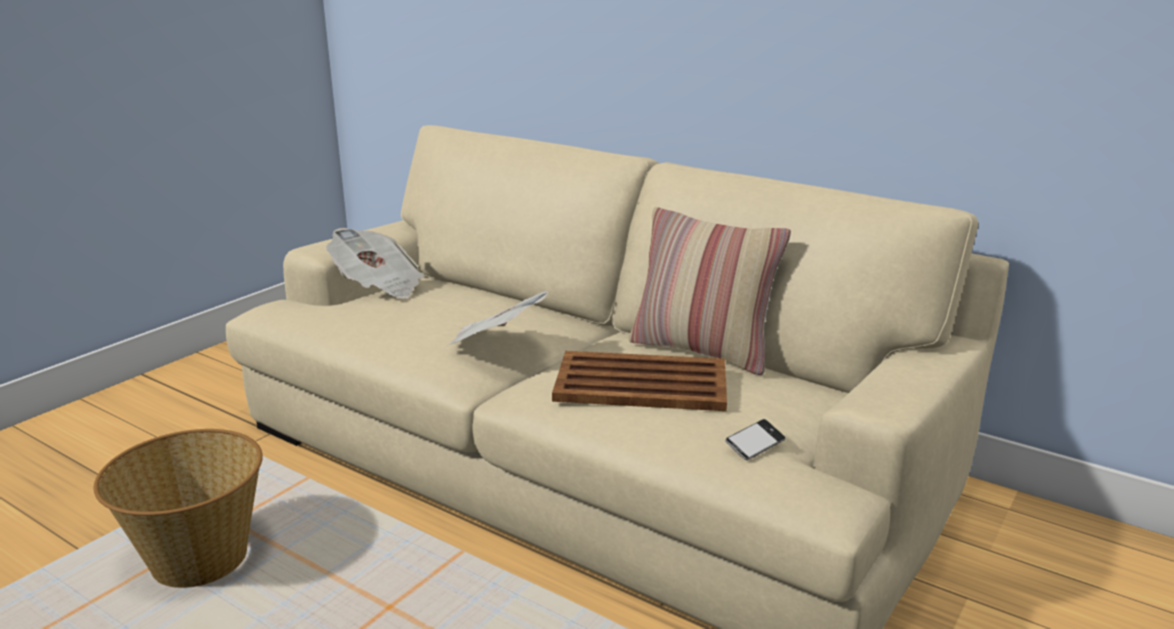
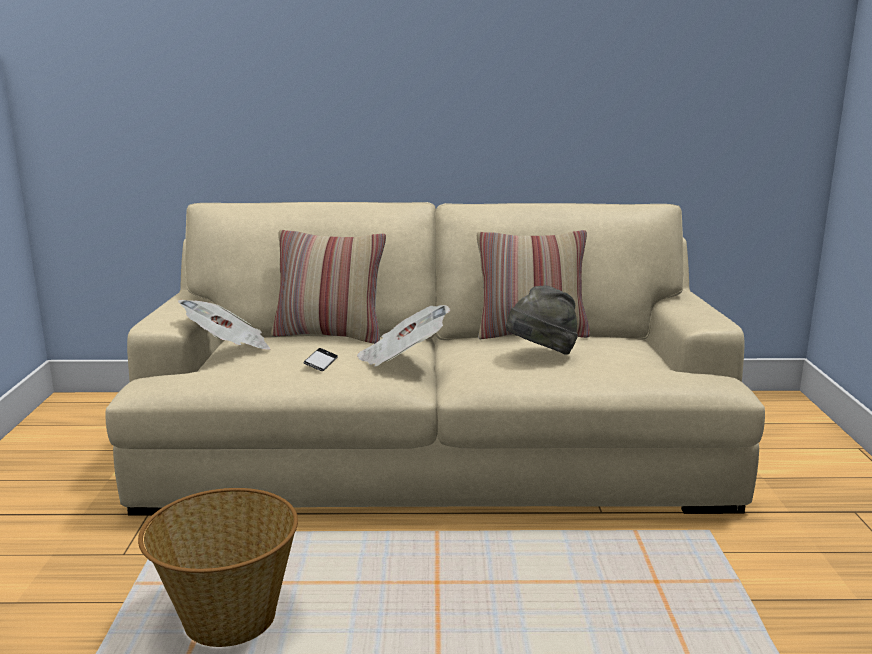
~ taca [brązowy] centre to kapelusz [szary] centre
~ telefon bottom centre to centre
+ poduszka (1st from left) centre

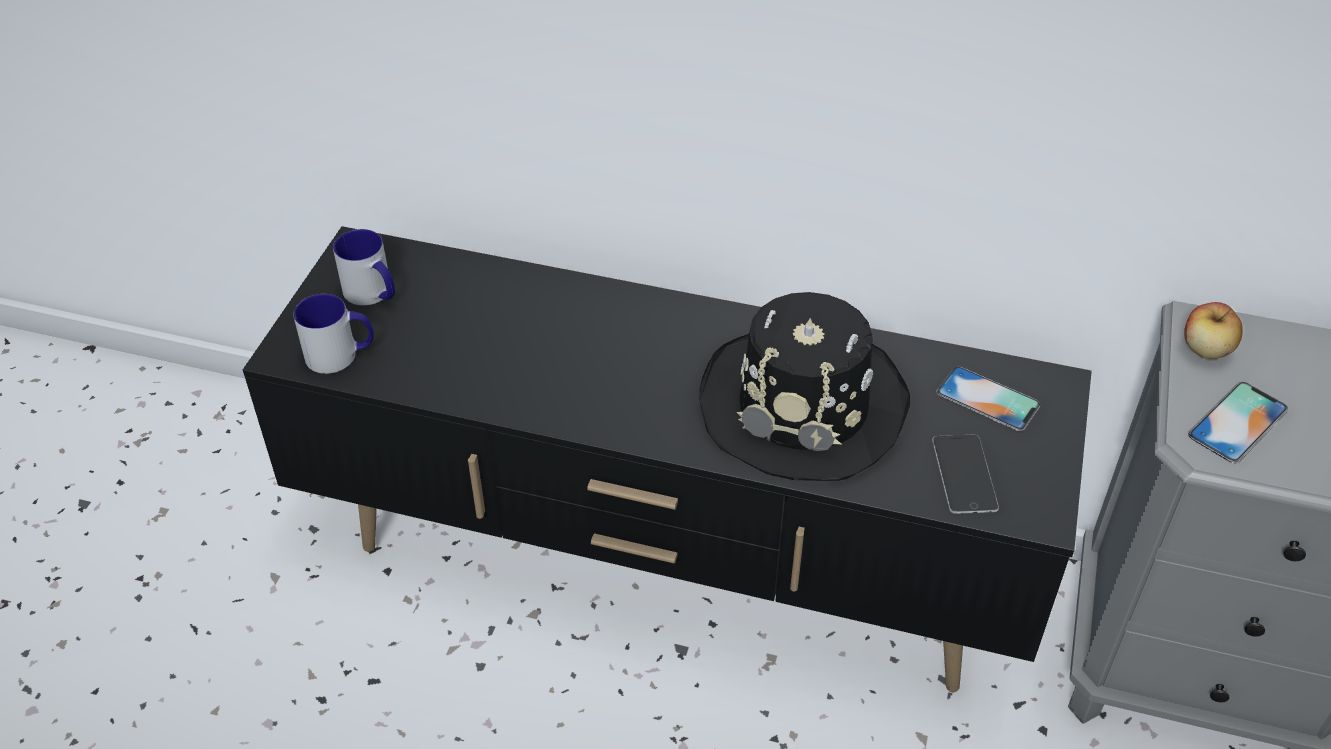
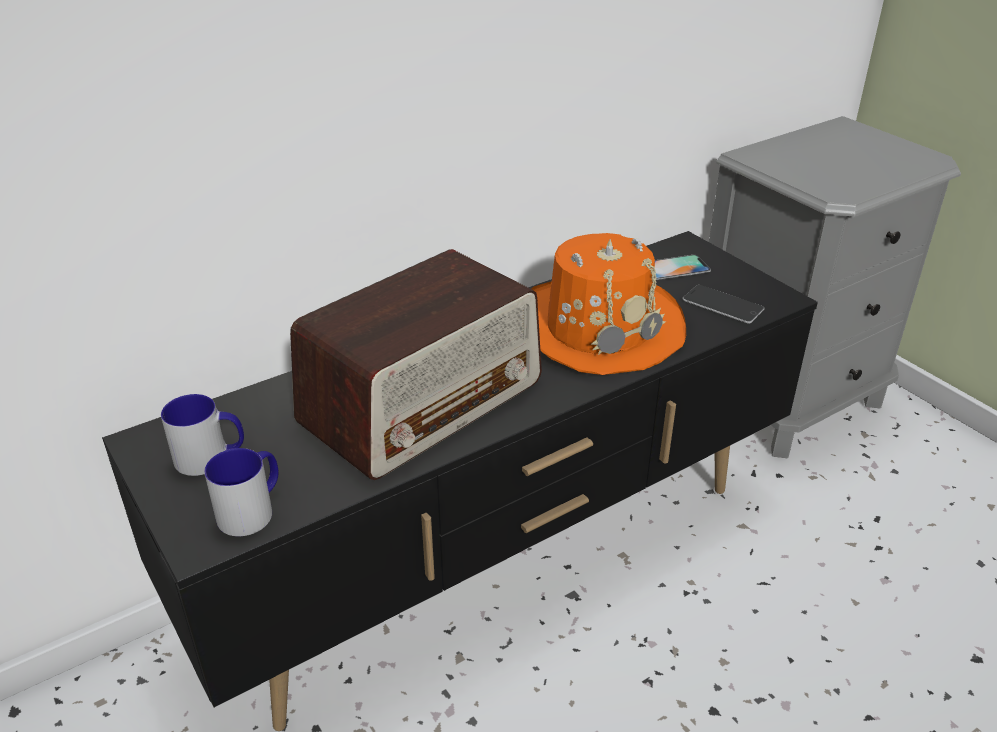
~ kapelusz [czarny] centre to kapelusz [pomarańczowy] centre
- jabłko middle right
- telefon (3rd from left) middle right
+ radio centre

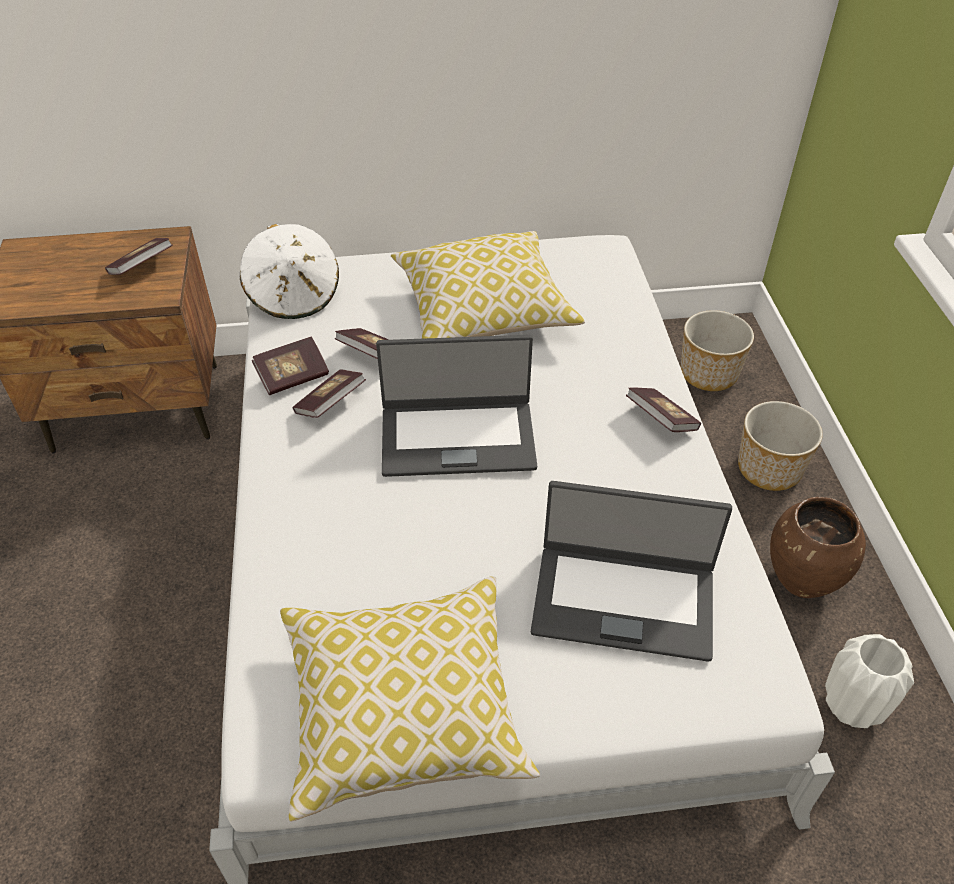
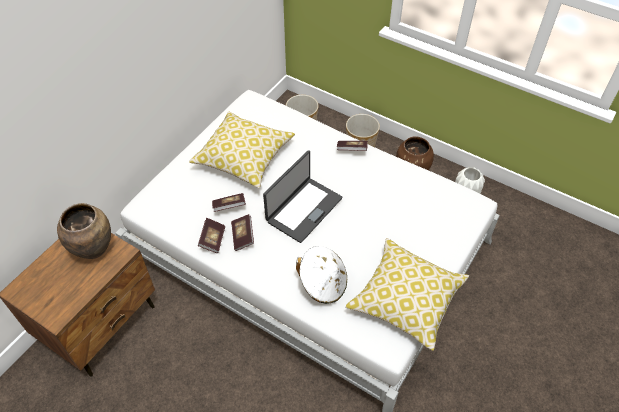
~ książka (1st from left) top left to wazon [brązowy] (1st from left) middle left
~ kapelusz [biały] top left to bottom centre
- laptop (2nd from left) centre

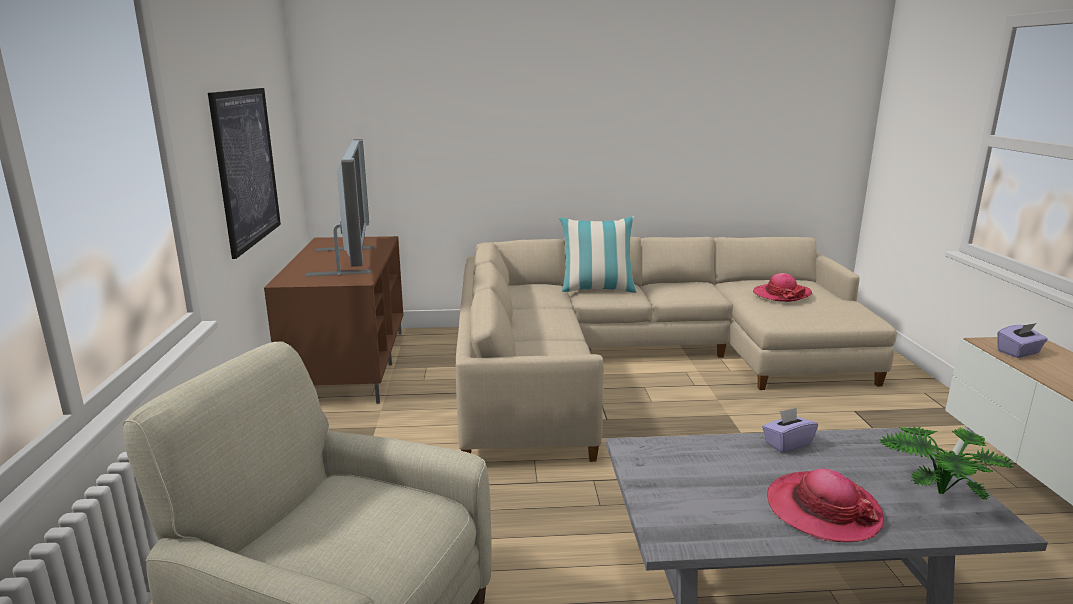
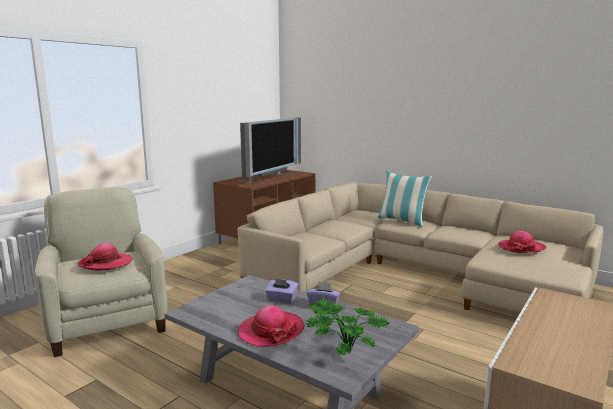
- obraz top left
~ pudełko chusteczek [fioletowy] (2nd from left in the first image) middle right to pudełko chusteczek [fioletowy] (1st from left) bottom centre
+ kapelusz (1st from left) middle left

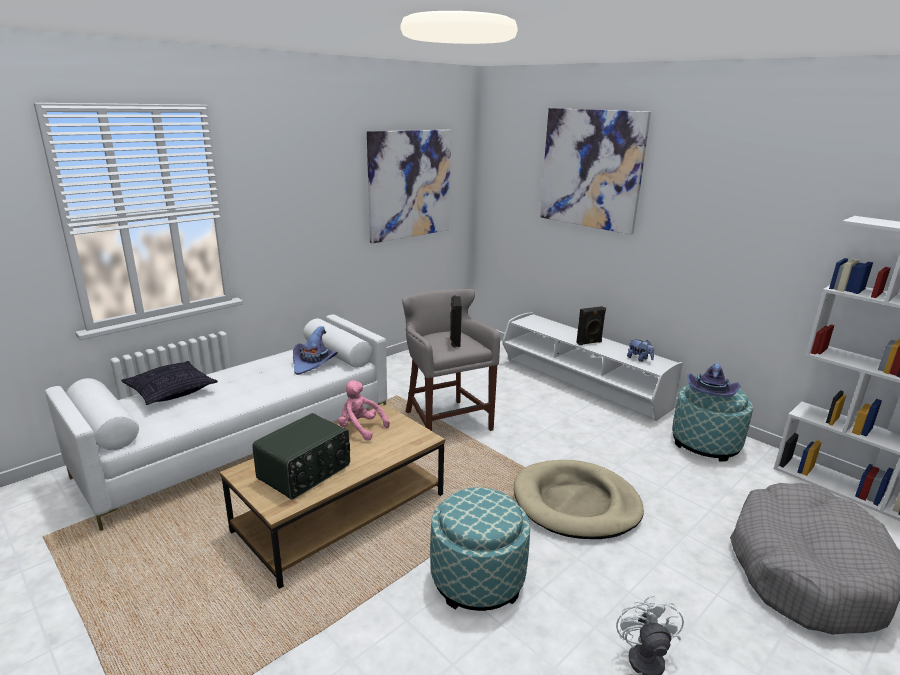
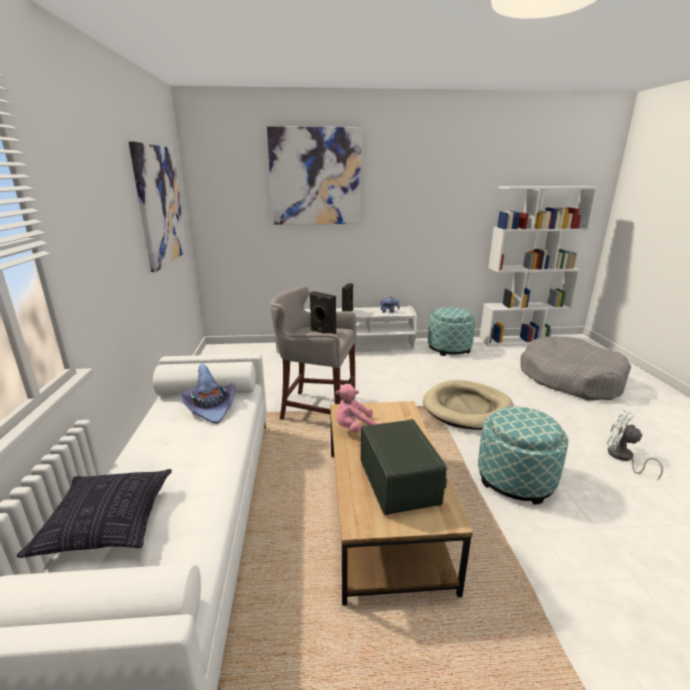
- kapelusz [fioletowy] (2nd from left) middle right

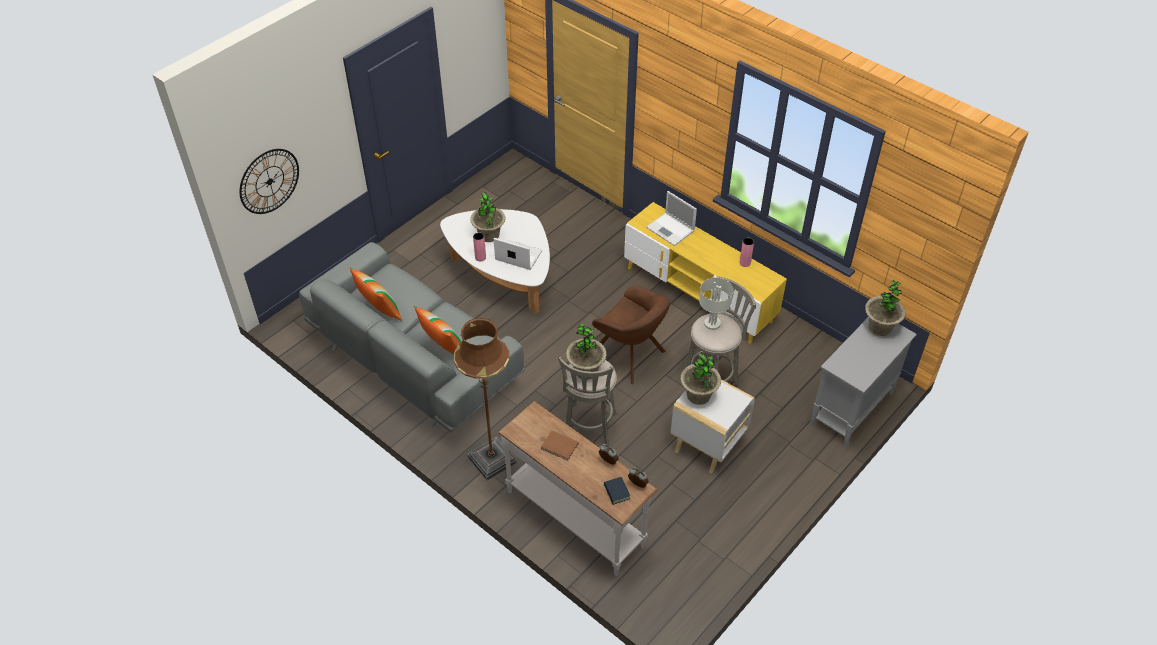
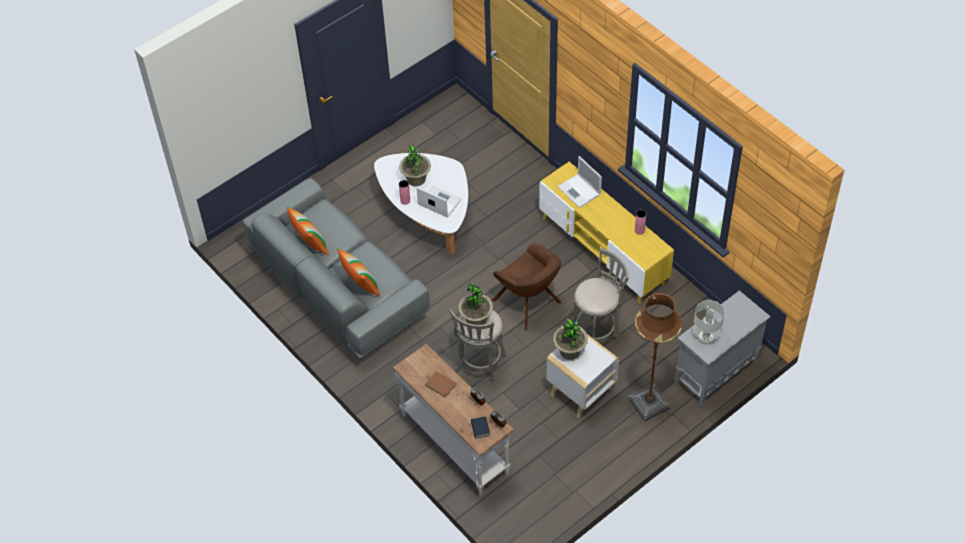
- zegar ścienny top left
~ lampa stojąca [brązowy] centre to middle right
~ lampa stołowa [szary] centre to middle right
- roślina doniczkowa (4th from left) middle right

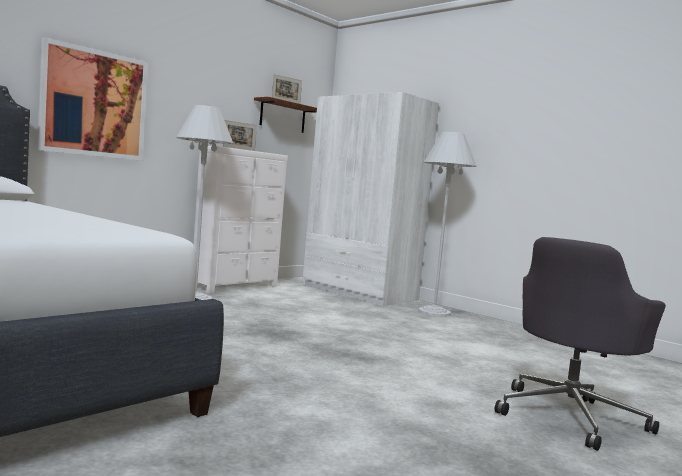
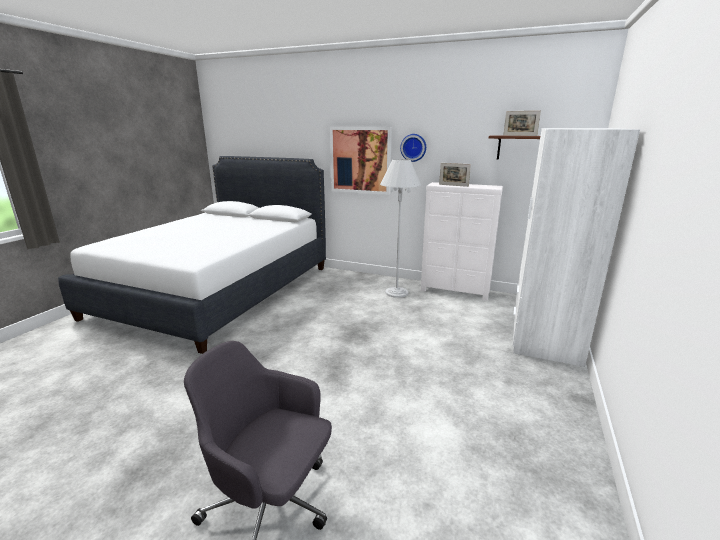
- lampa stojąca [biały] (2nd from left) centre
+ zegar ścienny top centre

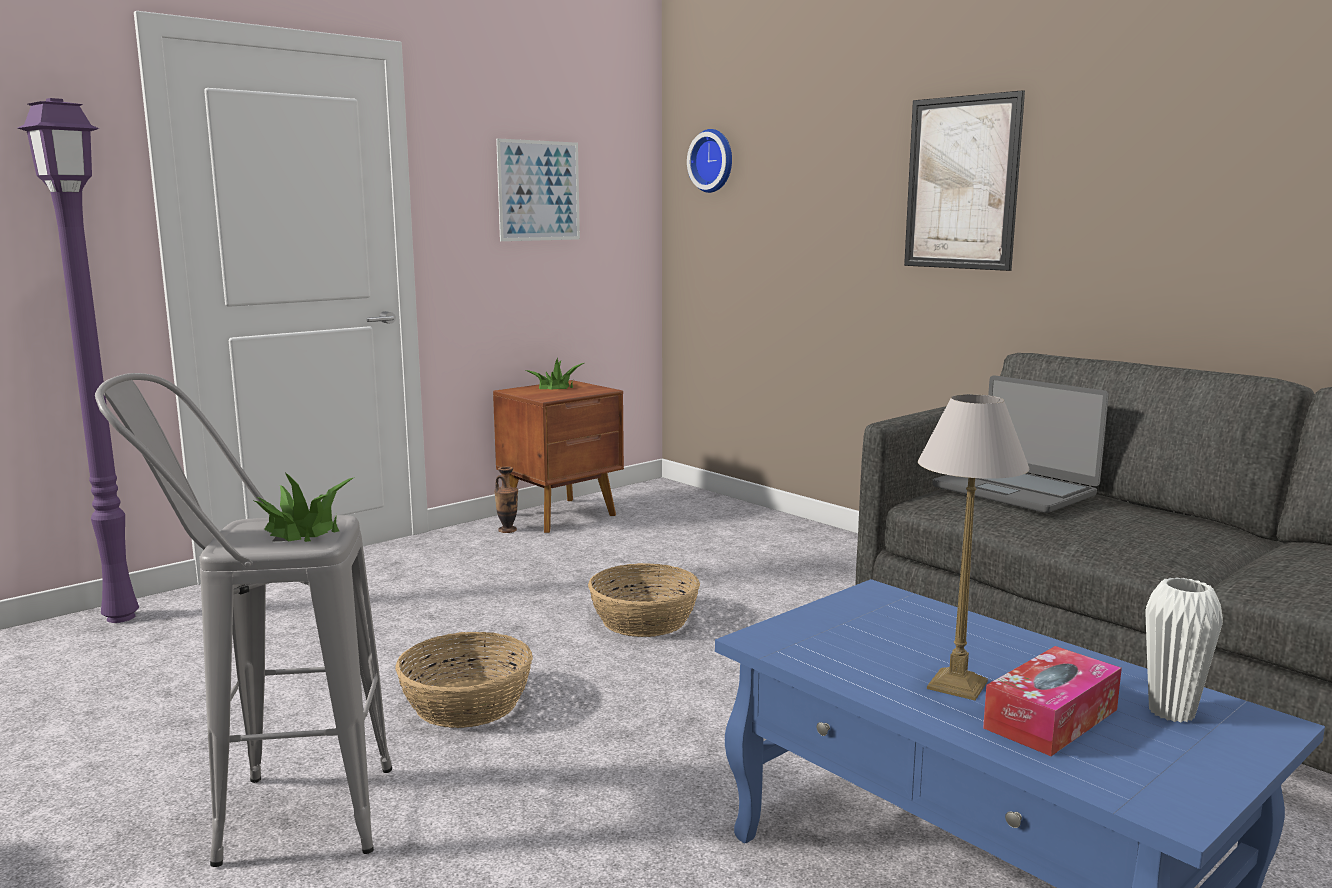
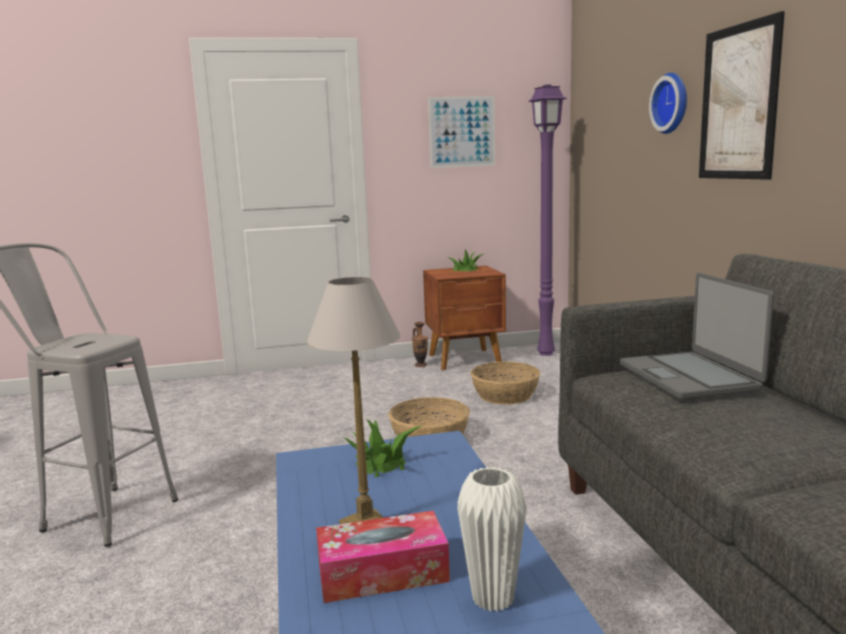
~ lampa stojąca [fioletowy] middle left to centre
~ roślina doniczkowa (1st from left) middle left to bottom centre
~ koszyk (1st from left in the first image) bottom centre to koszyk (2nd from left) centre
~ zegar ścienny top centre to top right

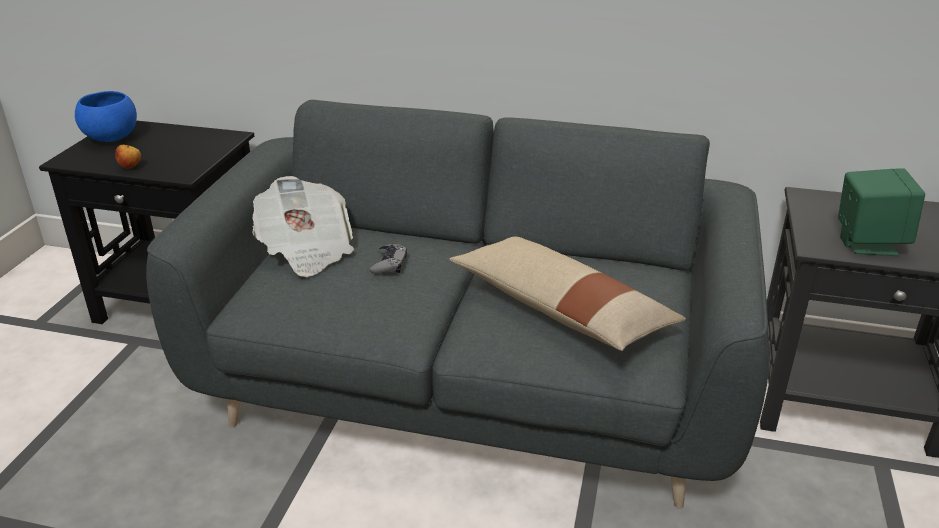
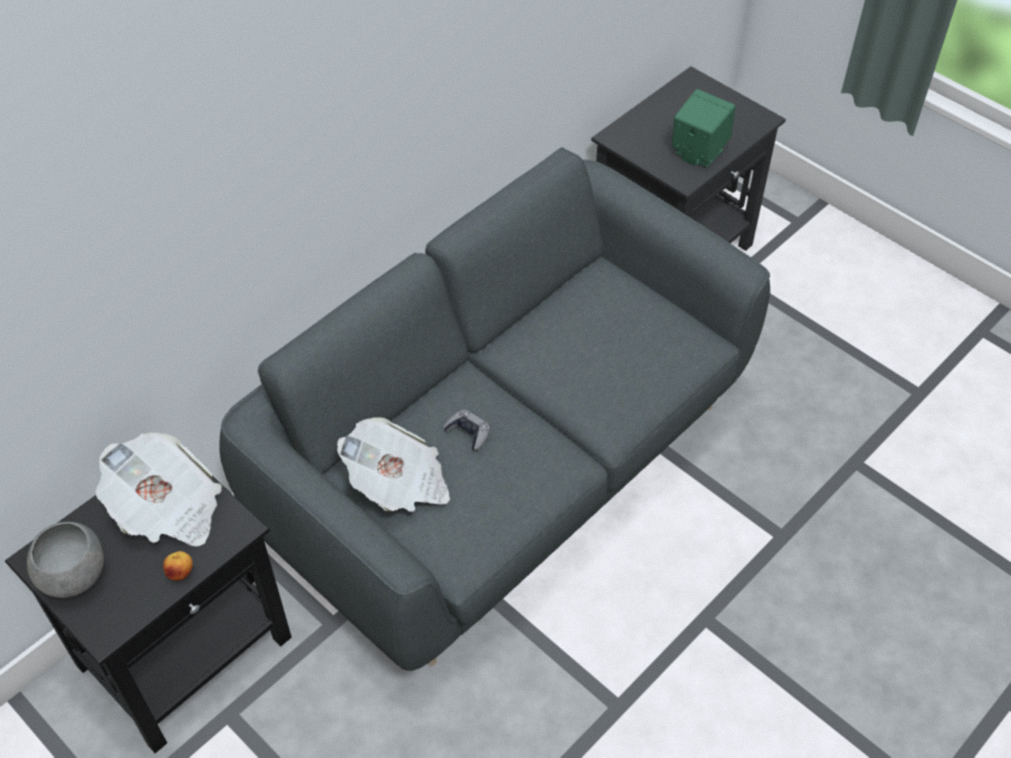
~ miska [niebieski] top left to miska [szary] bottom left
- poduszka [beżowy] centre
+ gazeta (1st from left) middle left

